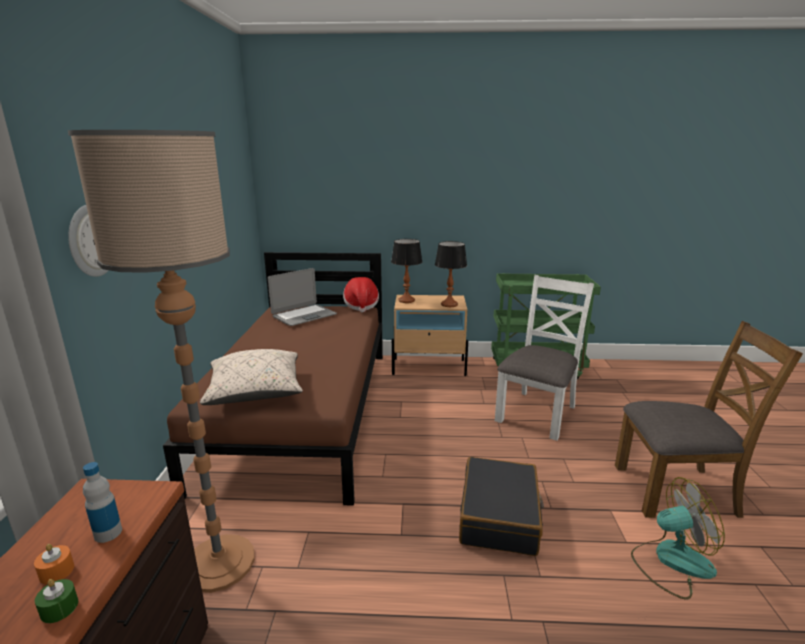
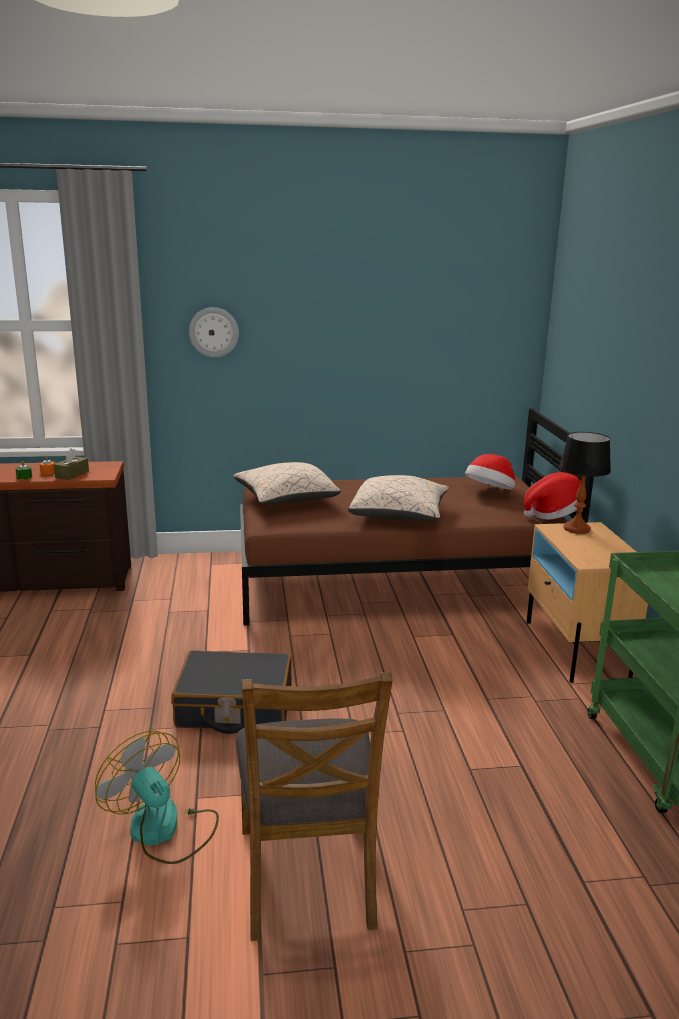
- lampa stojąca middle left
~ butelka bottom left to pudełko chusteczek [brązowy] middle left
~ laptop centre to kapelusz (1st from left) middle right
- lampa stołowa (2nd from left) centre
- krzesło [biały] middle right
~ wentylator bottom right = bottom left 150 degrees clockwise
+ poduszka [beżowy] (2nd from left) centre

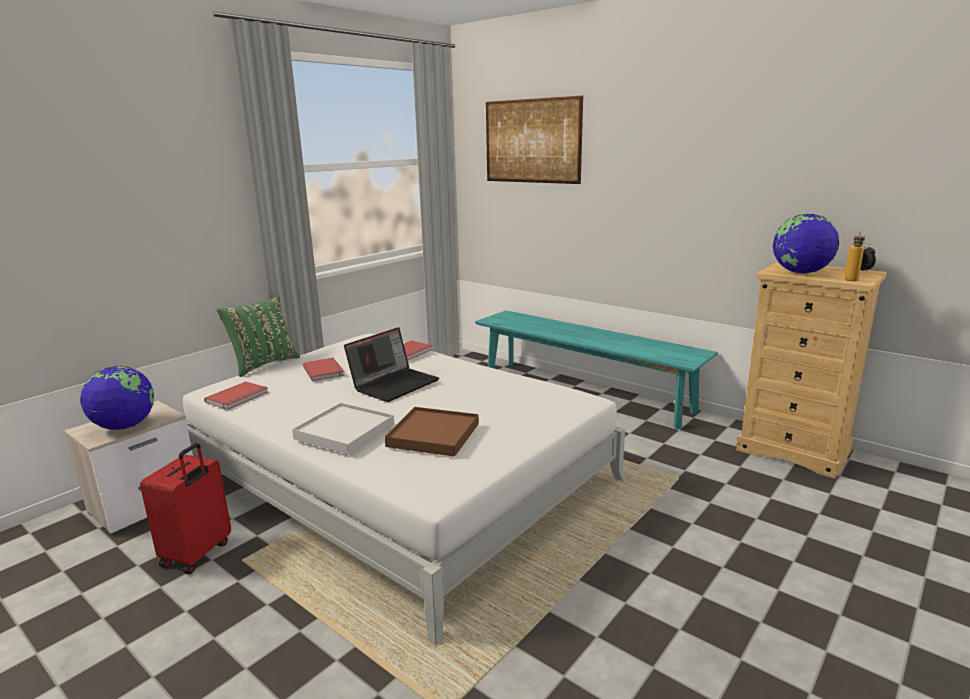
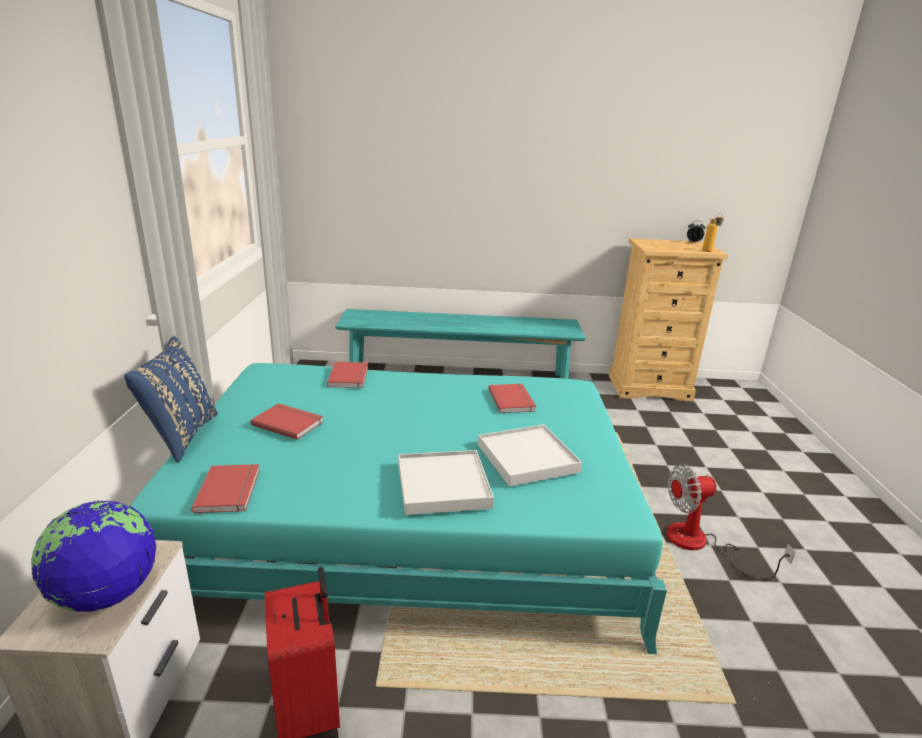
~ łóżko [biały] bottom centre to łóżko [turkusowy] bottom centre
~ poduszka [zielony] middle left to poduszka [niebieski] middle left
- laptop centre
~ taca [brązowy] centre to taca [biały] (2nd from left) centre
- obraz top centre
- globus (2nd from left) middle right
+ książka [czerwony] (4th from left) centre
+ wentylator bottom right

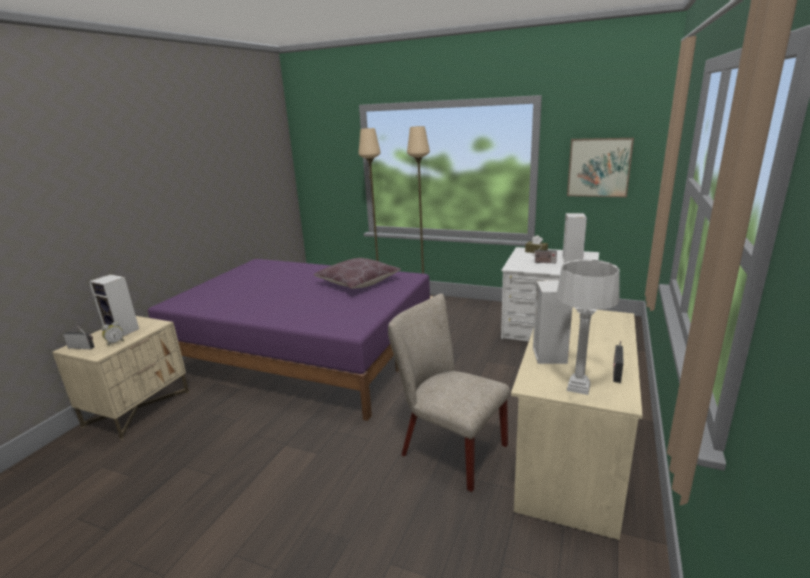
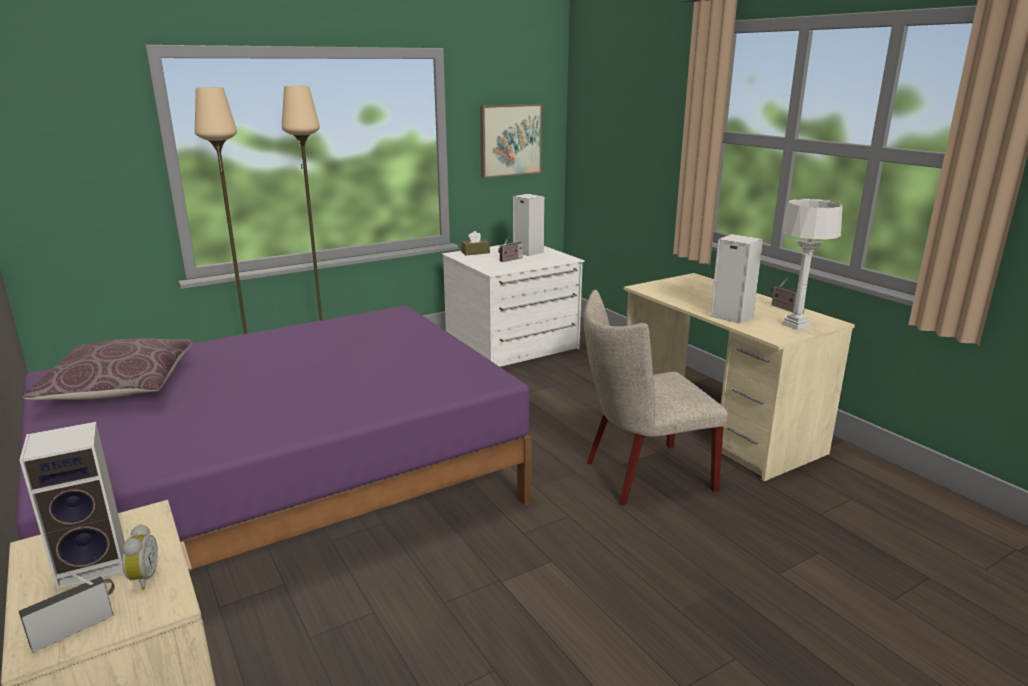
~ poduszka [brązowy] centre to middle left

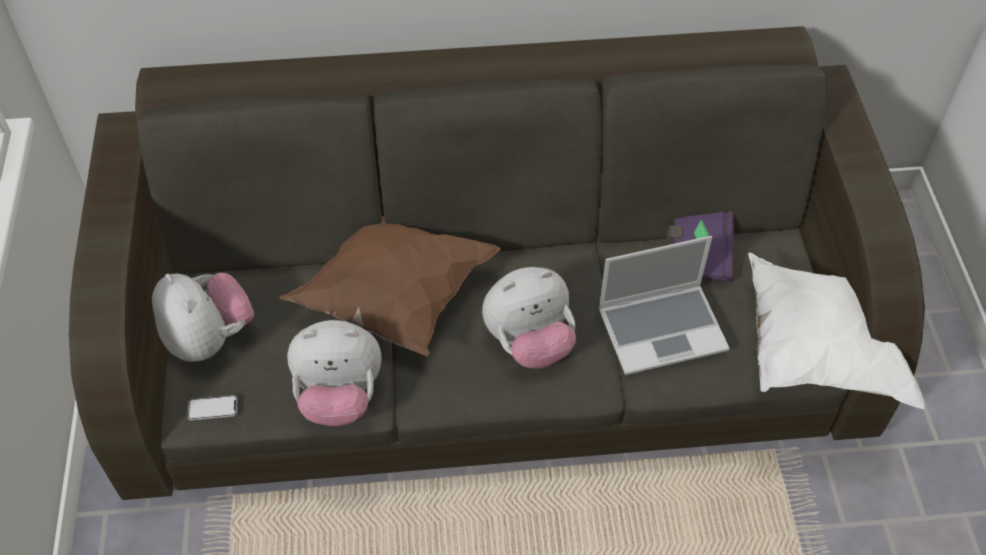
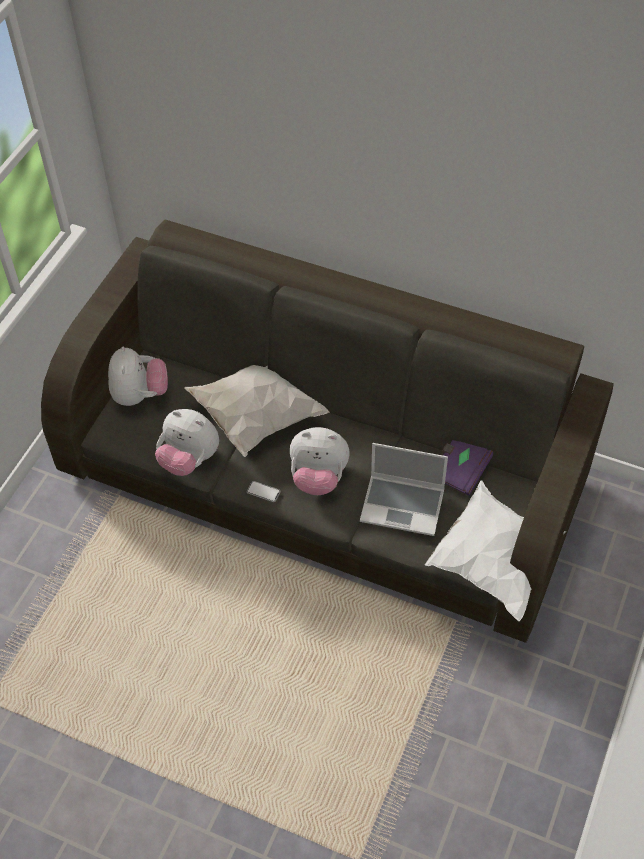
~ telefon bottom left to centre
~ poduszka [brązowy] centre to poduszka [biały] (1st from left) centre

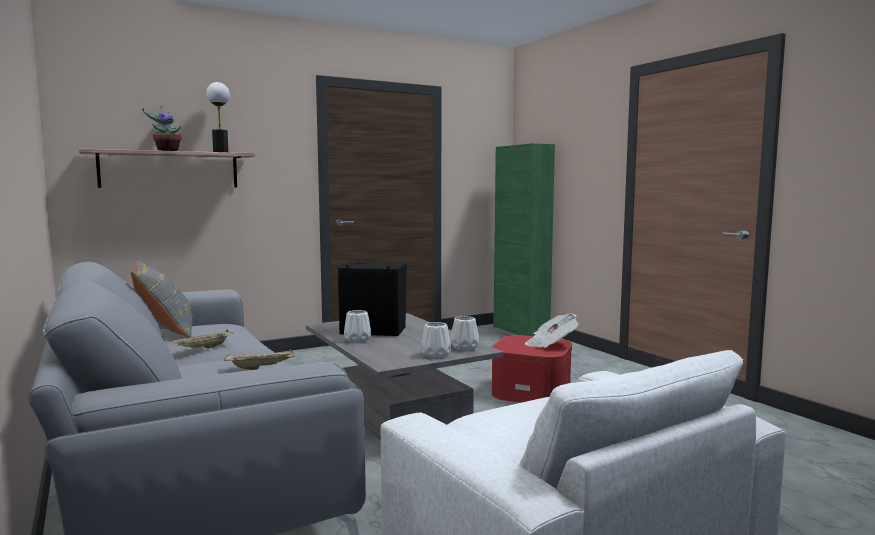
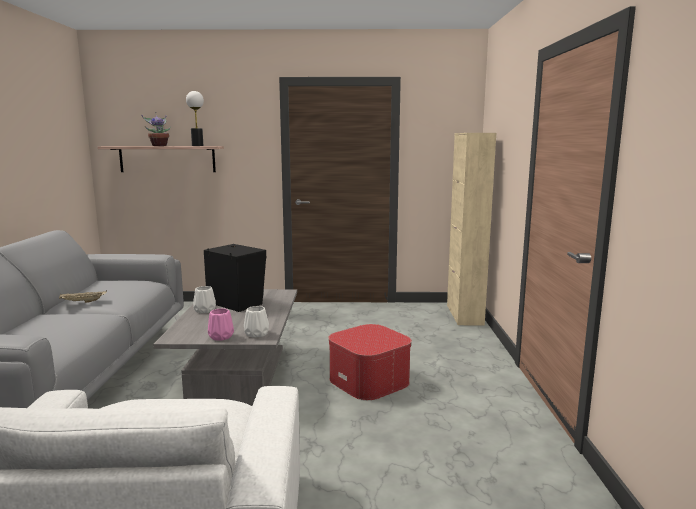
- poduszka [szary] middle left
- taca [beżowy] (2nd from left) bottom left
~ wazon [biały] (2nd from left) centre to wazon [różowy] middle left
~ szafka [zielony] centre to szafka [beżowy] middle right
- gazeta centre

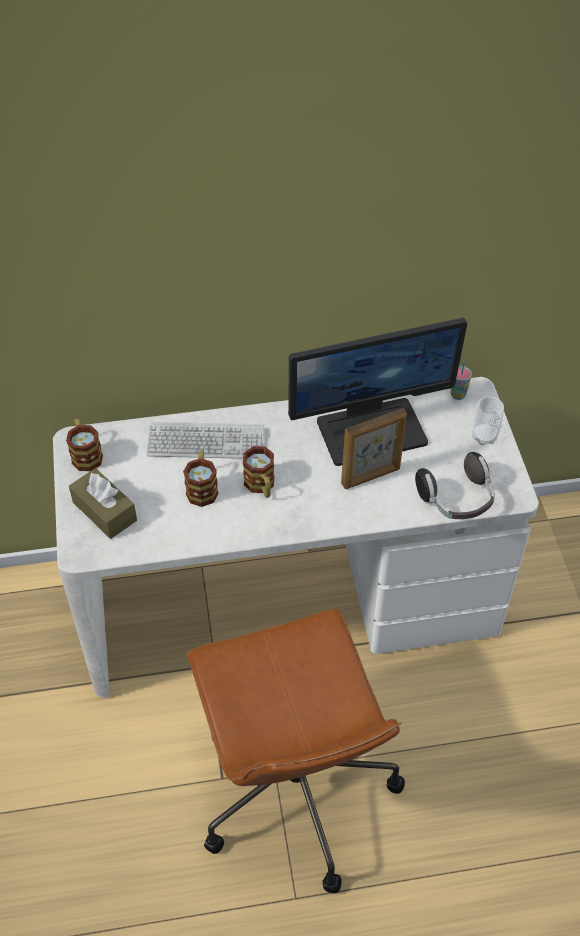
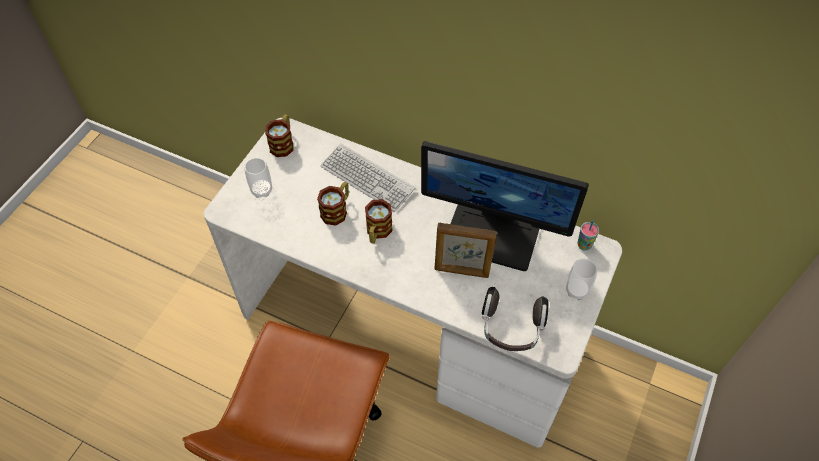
~ pudełko chusteczek [brązowy] middle left to filiżanka (1st from left) middle left

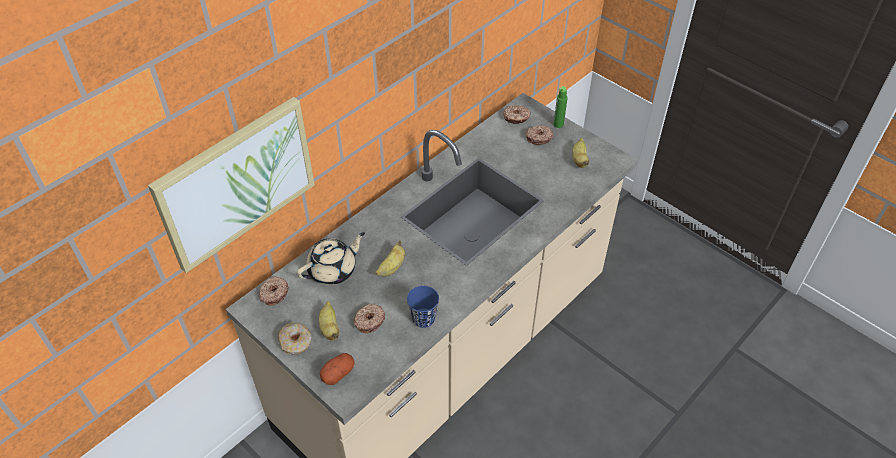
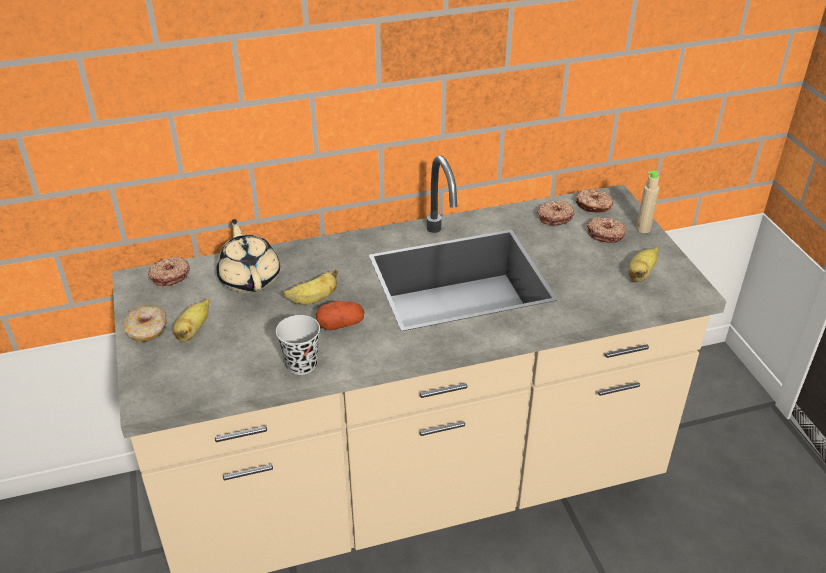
- obraz middle left
~ imbryk [beżowy] centre = middle left 105 degrees counterclockwise
~ ziemniak bottom centre to centre
~ donut (3rd from left) bottom centre to middle right
~ filiżanka [niebieski] bottom centre to filiżanka [czarny] centre
~ butelka [zielony] top centre to butelka [beżowy] middle right

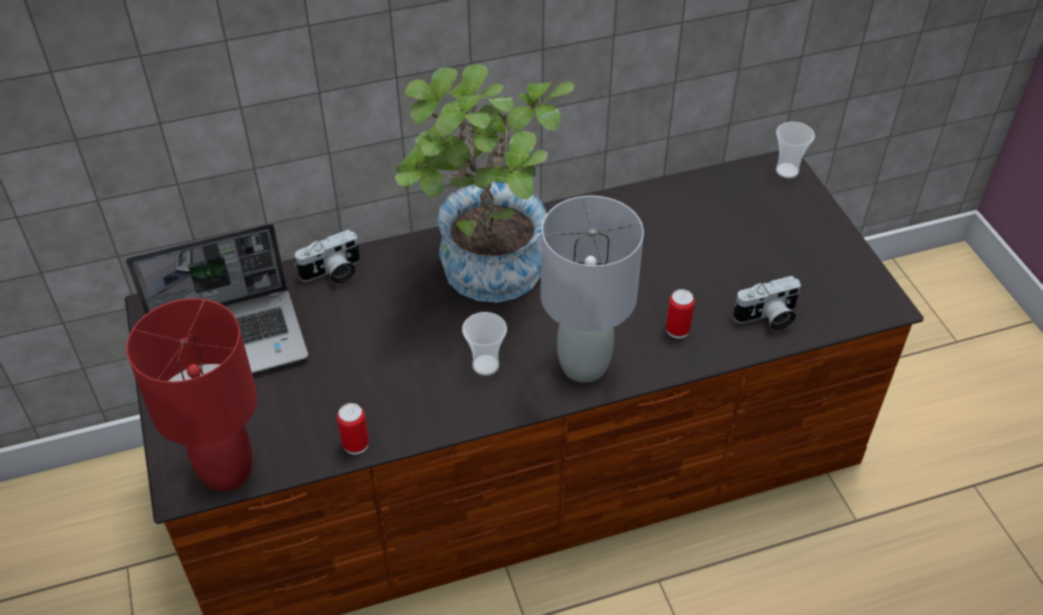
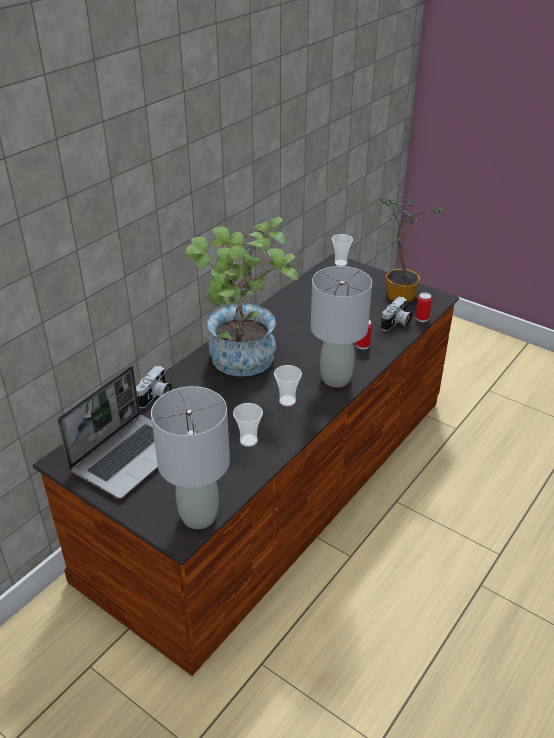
~ lampa stołowa [czerwony] middle left to lampa stołowa [szary] (1st from left) centre
~ puszka (1st from left in the first image) bottom centre to puszka (2nd from left) middle right
+ filiżanka (1st from left) centre
+ roślina doniczkowa (2nd from left) middle right

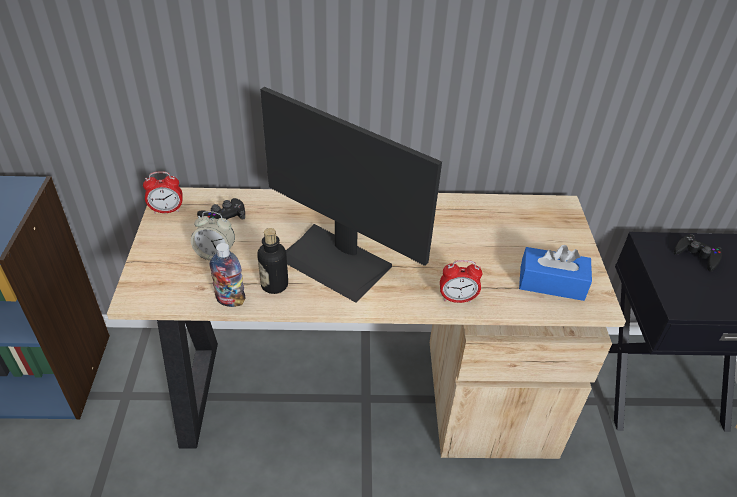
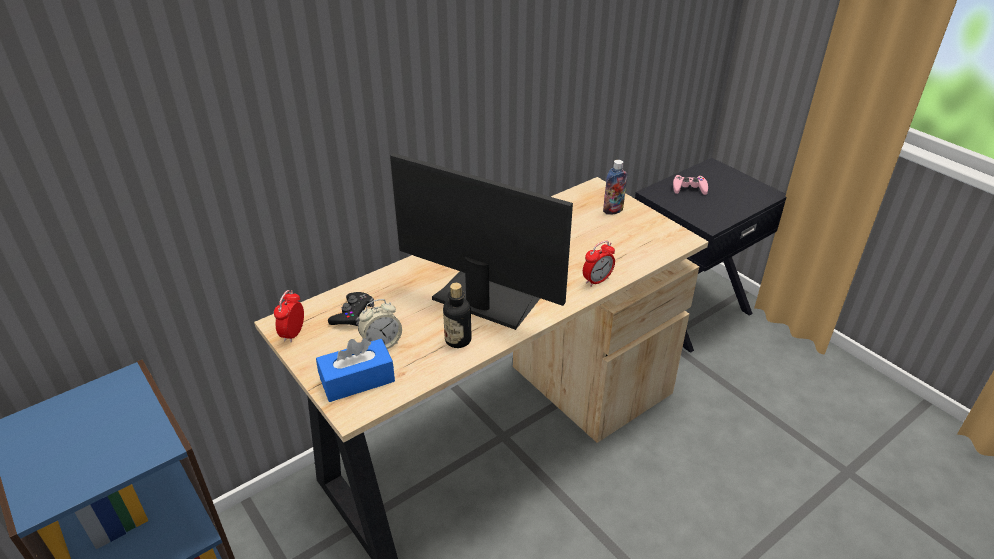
~ budzik (1st from left) middle left = middle left 150 degrees clockwise
~ butelka (1st from left in the first image) middle left to butelka (2nd from left) centre
~ monitor centre = centre 150 degrees counterclockwise
~ pudełko chusteczek [niebieski] middle right to centre
~ pad do gier [czarny] (2nd from left) middle right to pad do gier [różowy] top right

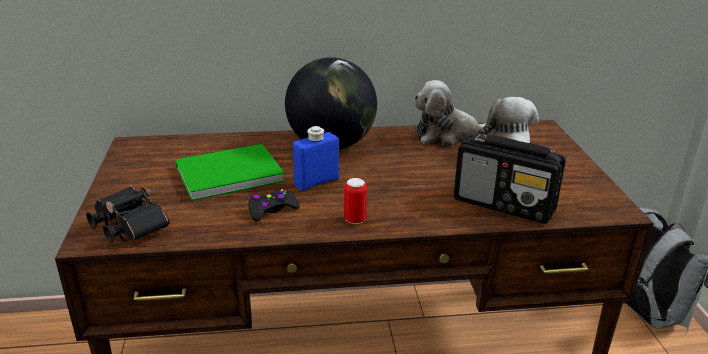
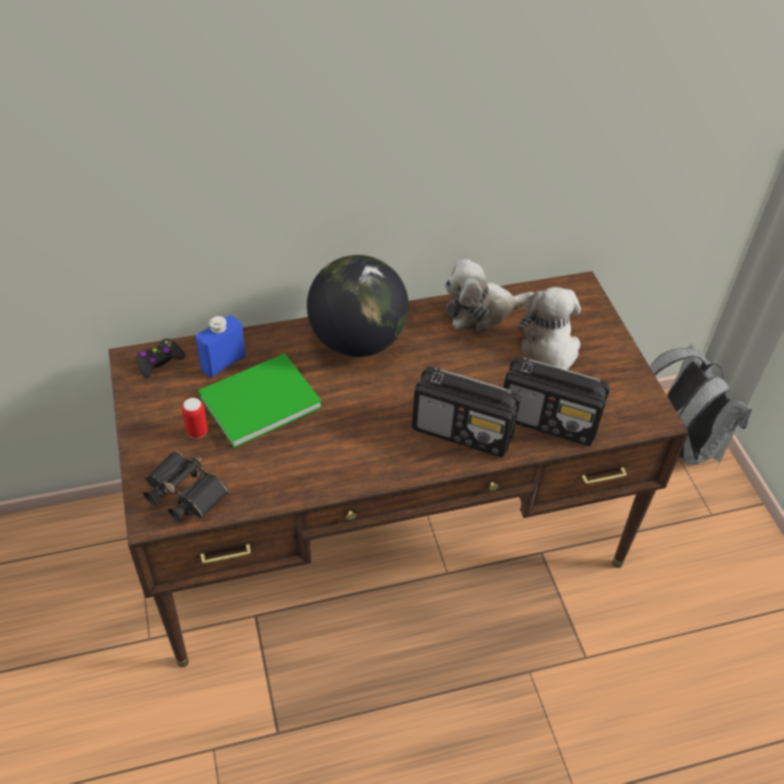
~ pad do gier [czarny] centre to middle left
~ butelka [niebieski] centre to middle left
~ puszka centre to middle left
+ radio (1st from left) centre

